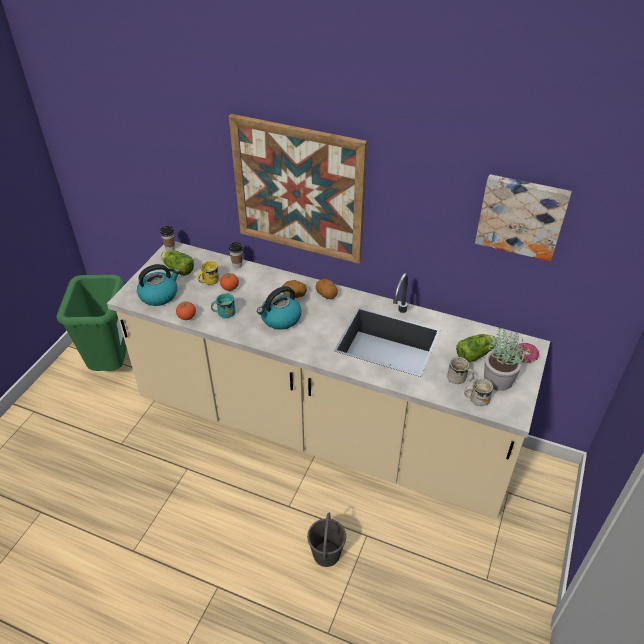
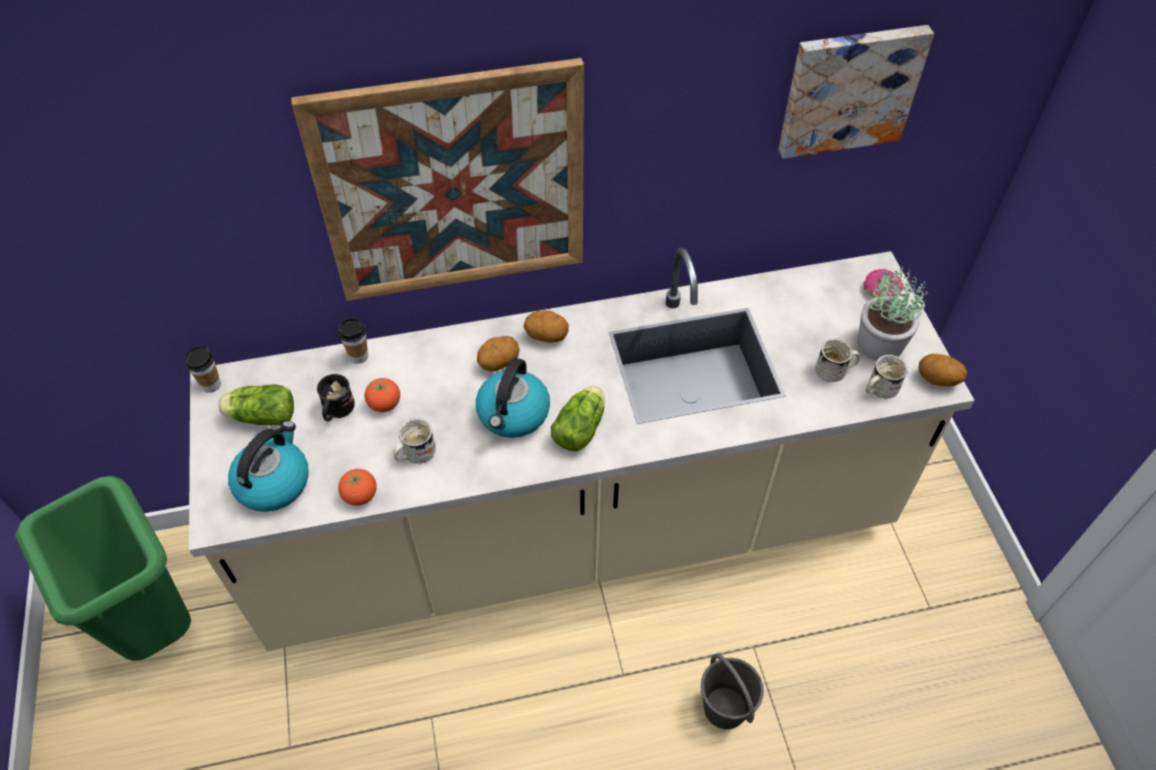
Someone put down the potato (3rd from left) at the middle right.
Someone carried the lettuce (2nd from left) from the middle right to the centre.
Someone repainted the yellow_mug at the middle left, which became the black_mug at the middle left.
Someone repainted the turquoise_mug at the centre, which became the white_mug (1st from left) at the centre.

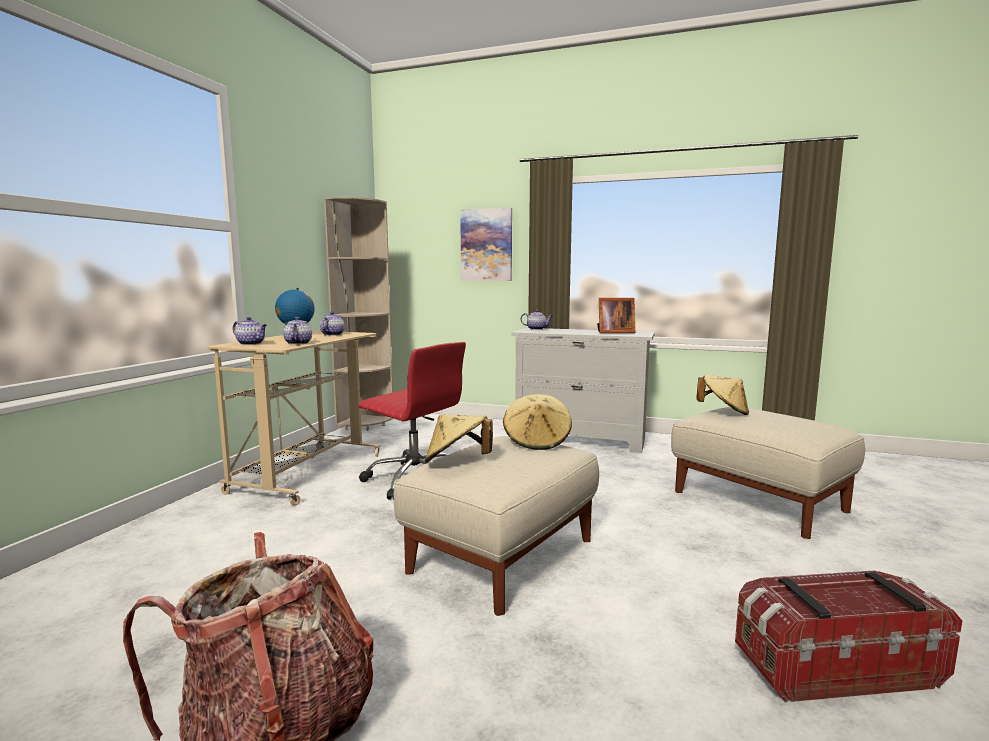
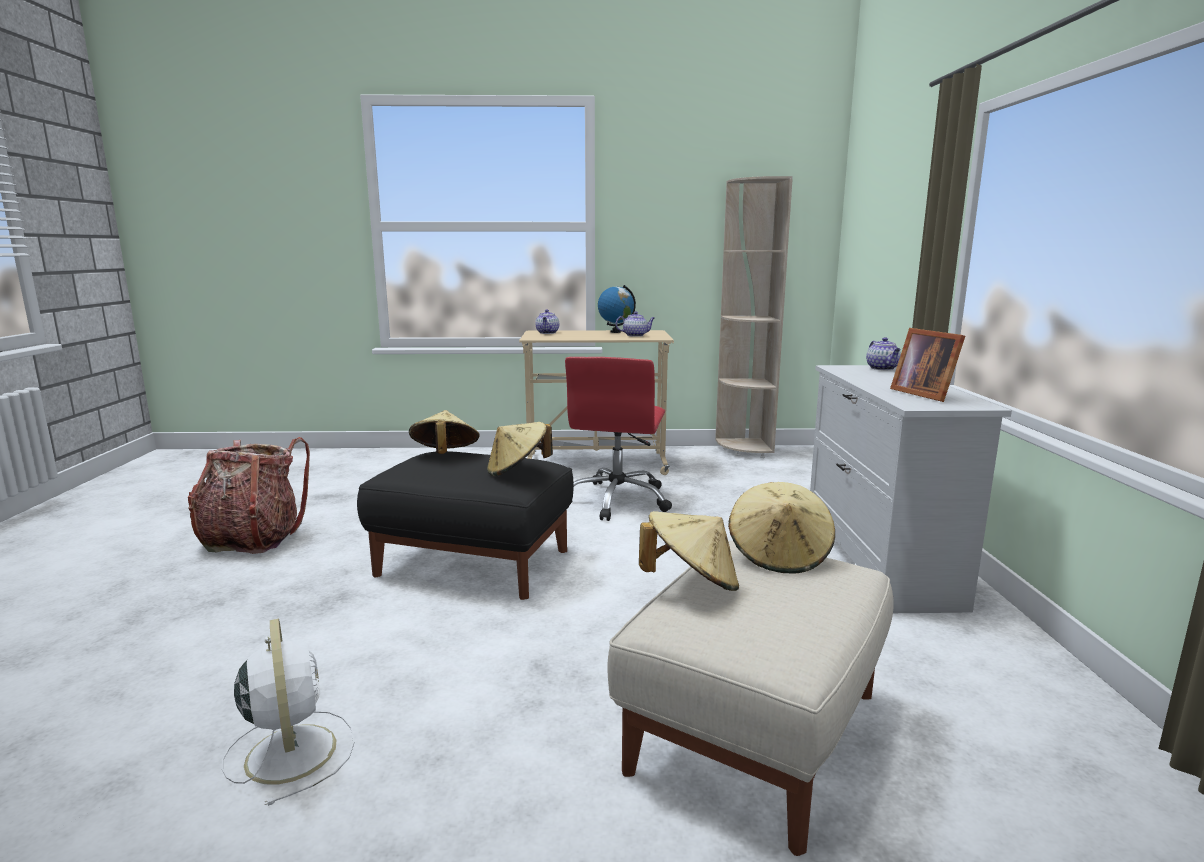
Someone took away the teapot (2nd from left) at the middle left.
Someone took away the picture at the top centre.
Someone put down the beige_hat (3rd from left) at the centre.
Someone swapped the storage_box at the bottom right for the white_fan at the bottom left.
Someone repainted the beige_ottoman (1st from left) at the bottom centre, which became the black_ottoman at the centre.

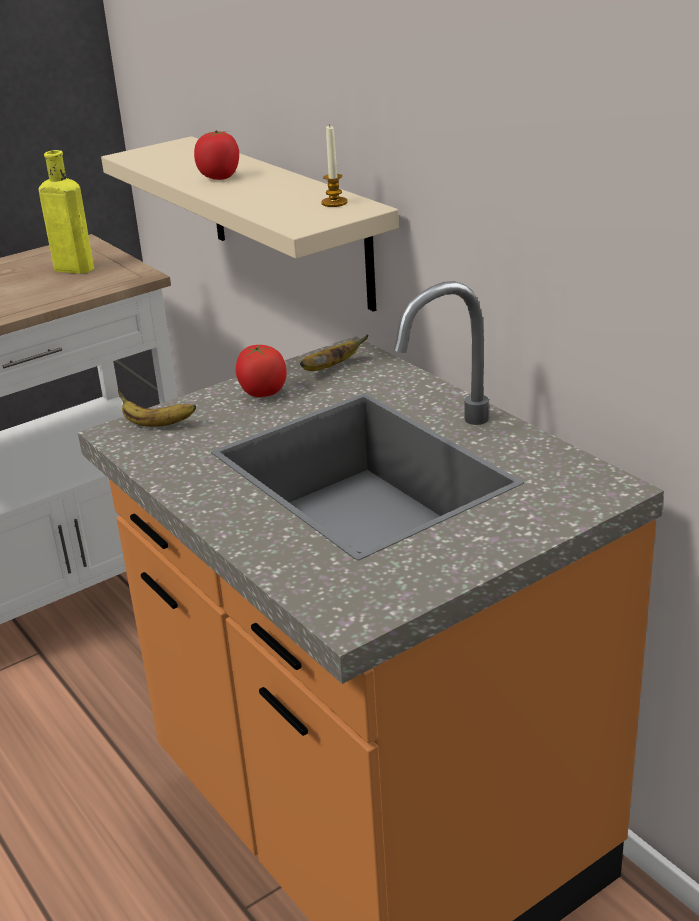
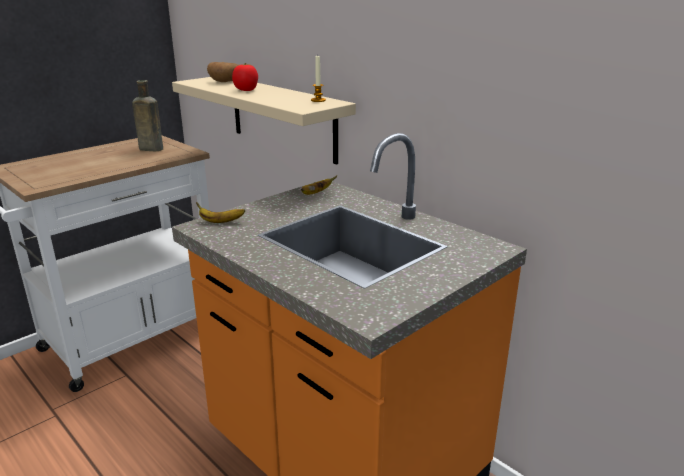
Someone took away the tomato (2nd from left) at the centre.
Someone put down the potato at the top left.
Someone repainted the yellow_bottle at the top left, which became the brown_bottle at the top left.

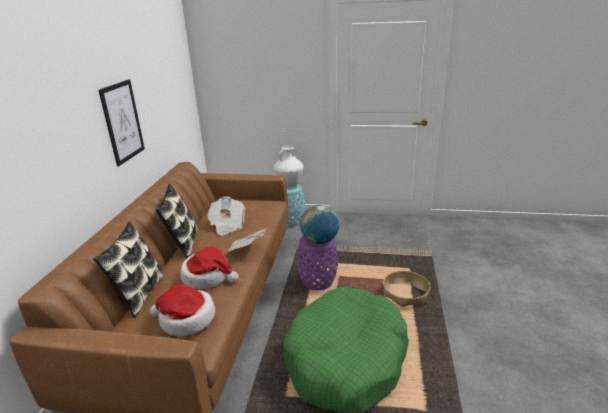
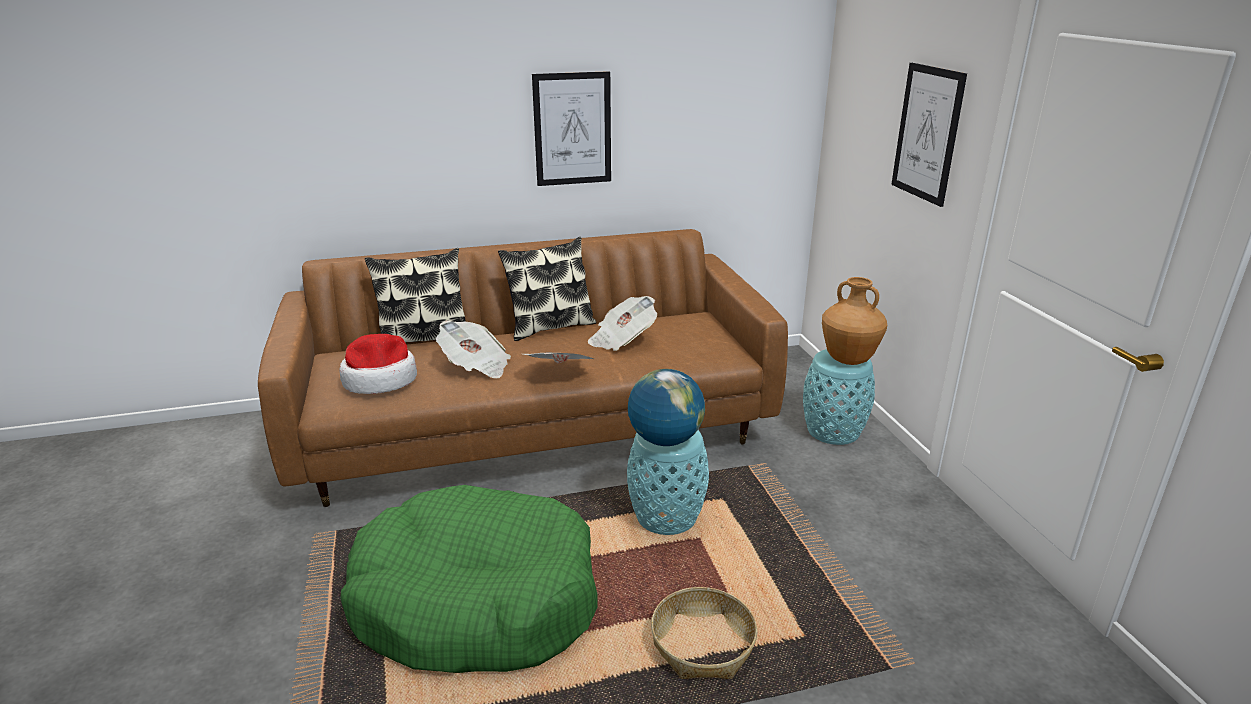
Someone put up the picture (2nd from left) at the top right.
Someone swapped the hat (2nd from left) at the centre for the newspaper (1st from left) at the centre.
Someone repainted the white_vase at the centre, which became the brown_vase at the middle right.
Someone repainted the purple_stool at the centre, which became the turquoise_stool (1st from left) at the bottom centre.

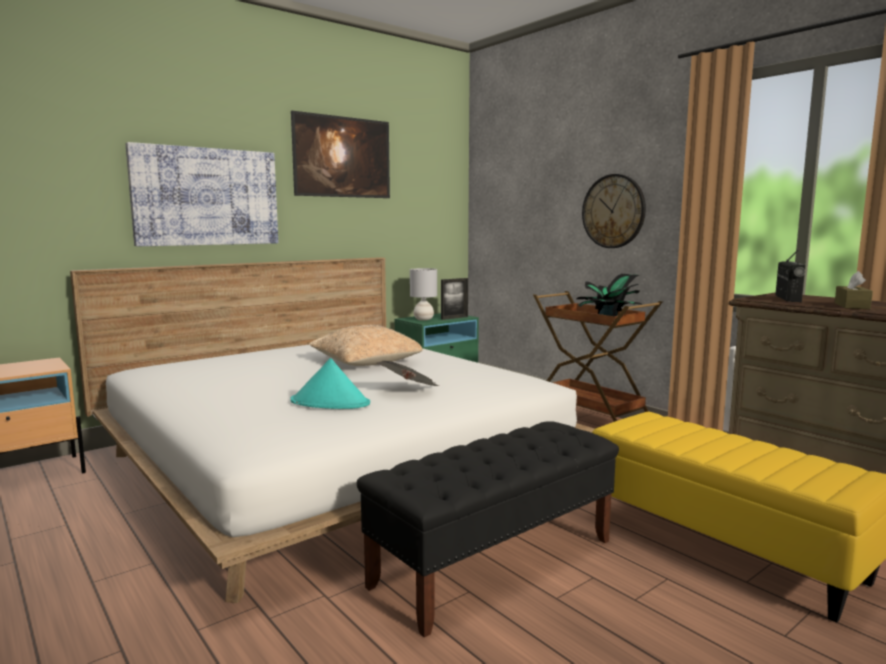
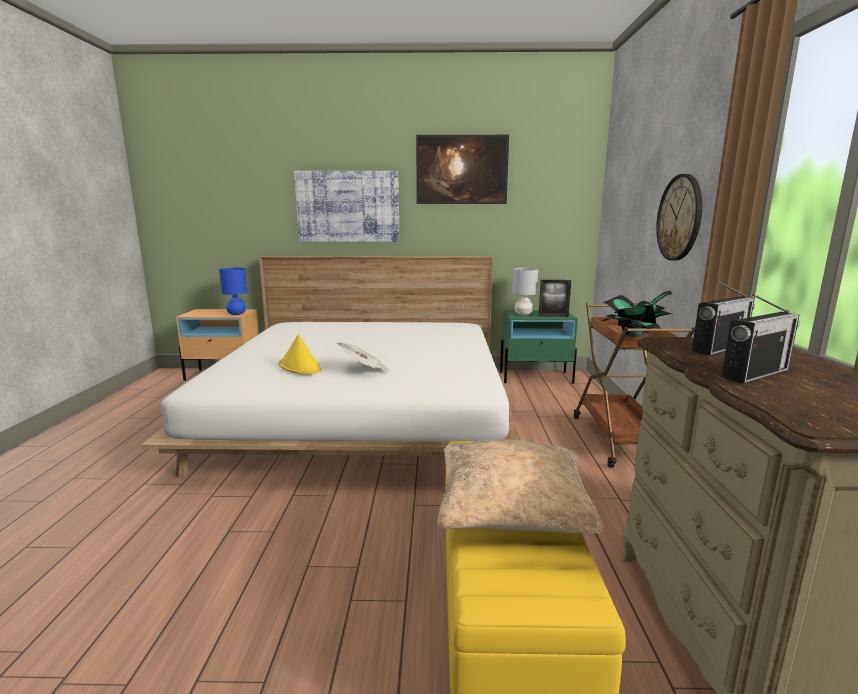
Someone took away the black_bench at the bottom centre.
Someone put down the blue_table_lamp at the middle left.
Someone carried the beige_pillow from the centre to the bottom centre.
Someone swapped the brown_tissue_box at the middle right for the radio (2nd from left) at the middle right.
Someone repainted the turquoise_hat at the centre, which became the yellow_hat at the centre.

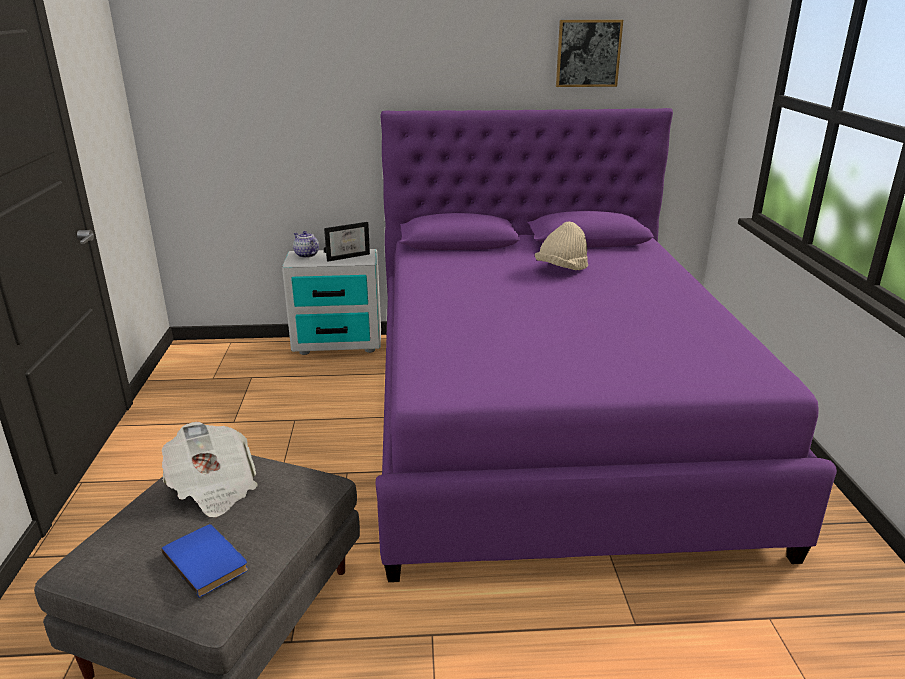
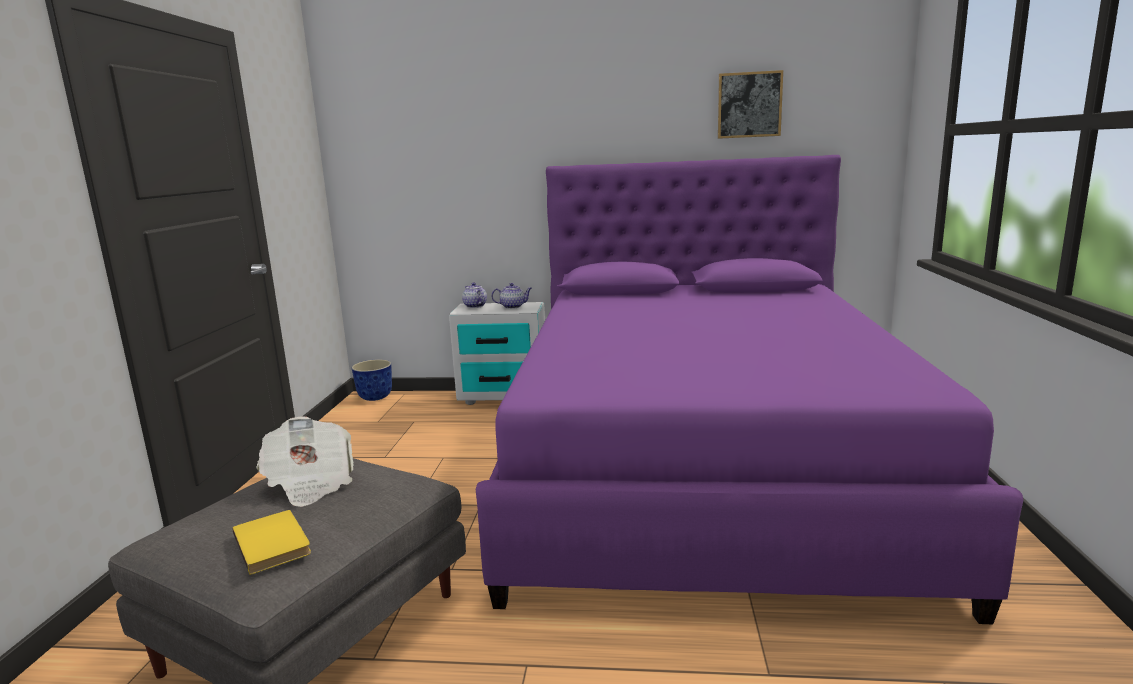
Someone took away the beige_hat at the centre.
Someone put down the planter at the middle left.
Someone swapped the picture_frame at the centre for the teapot (2nd from left) at the centre.
Someone repainted the blue_book at the bottom left, which became the yellow_book at the bottom left.

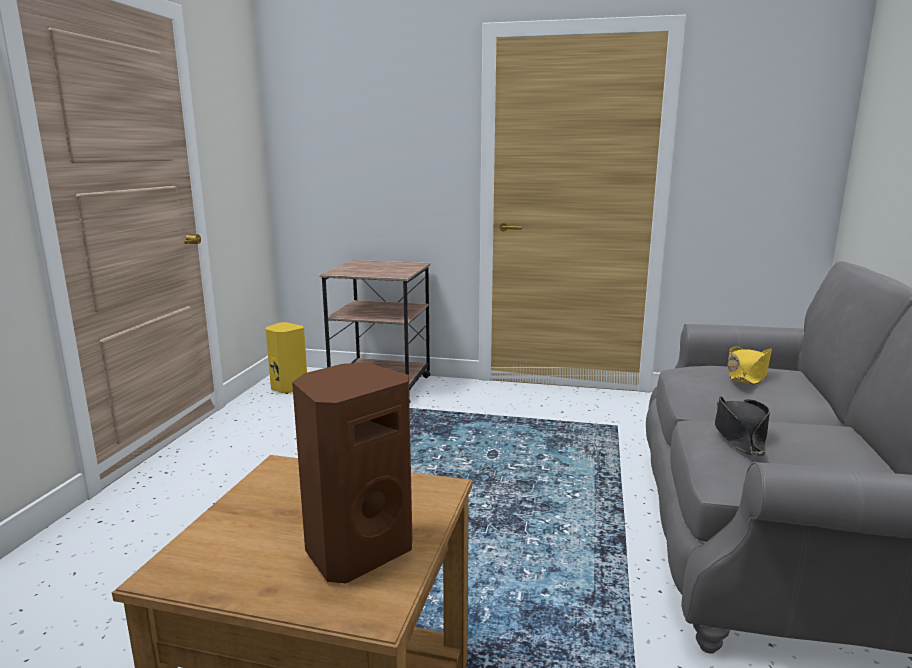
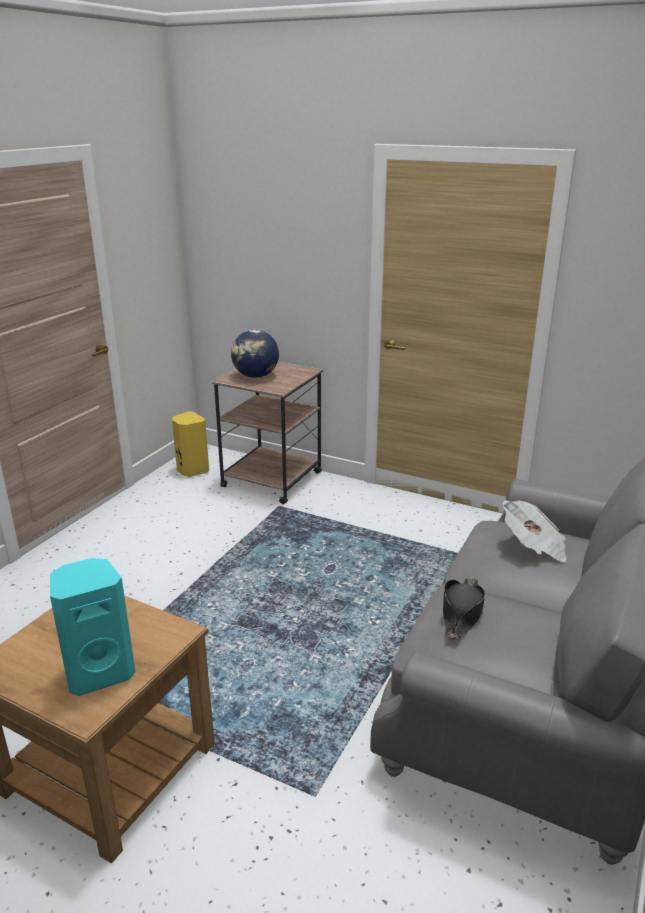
Someone put down the globe at the centre.
Someone swapped the yellow_hat at the middle right for the newspaper at the middle right.
Someone repainted the brown_speaker at the bottom centre, which became the turquoise_speaker at the bottom left.

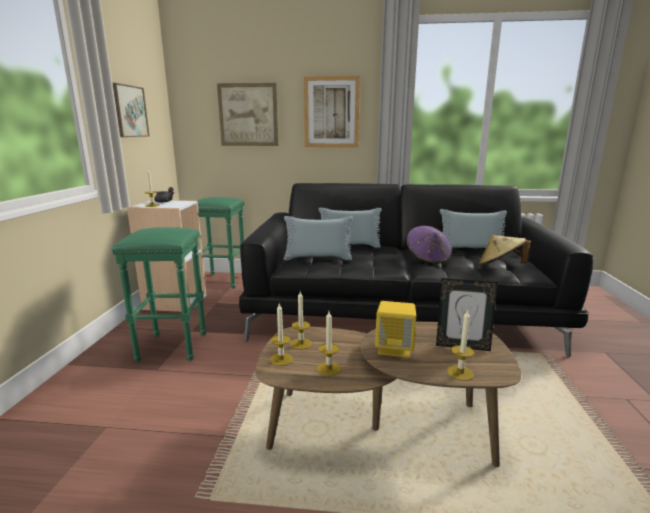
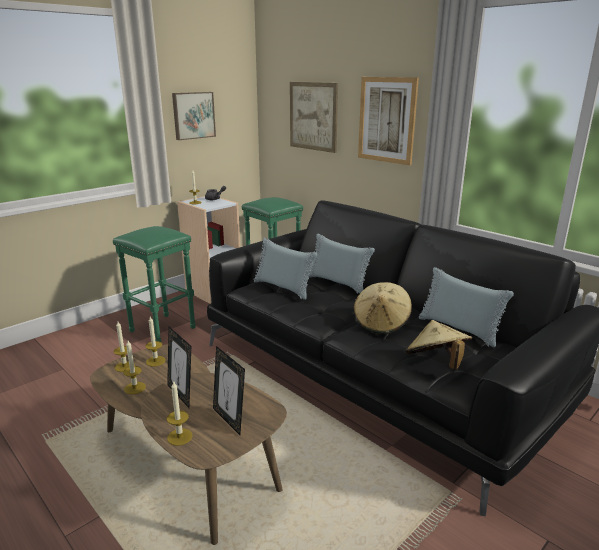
Someone swapped the yellow_speaker at the centre for the picture_frame (1st from left) at the bottom left.
Someone repainted the purple_hat at the centre, which became the beige_hat (1st from left) at the centre.

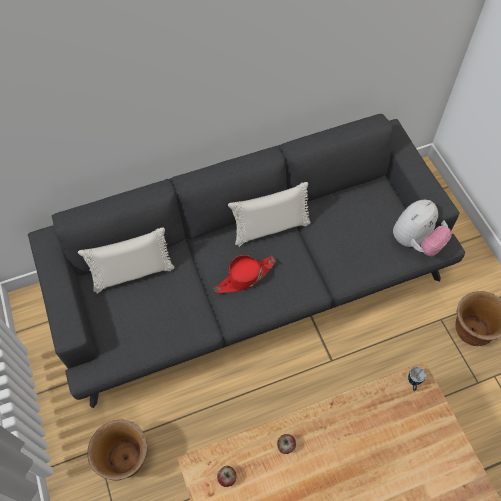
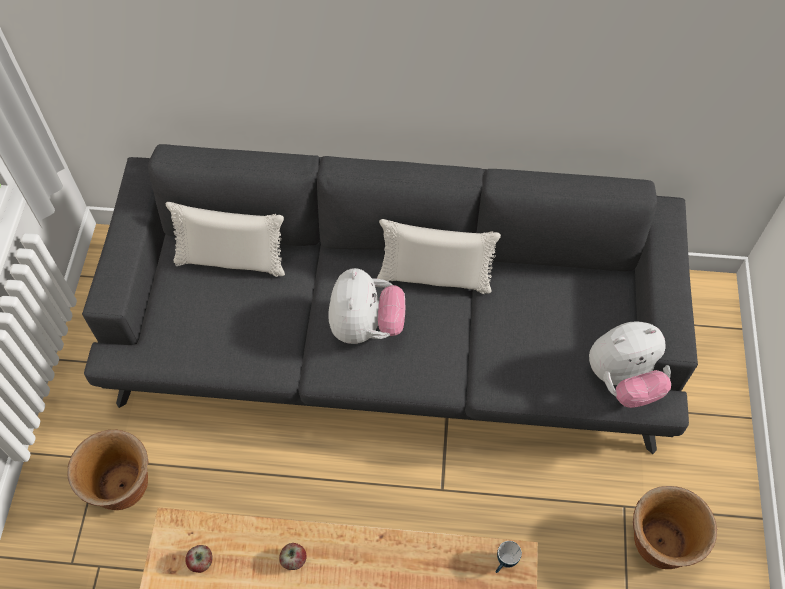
Someone swapped the red_hat at the centre for the plush_toy (1st from left) at the centre.

